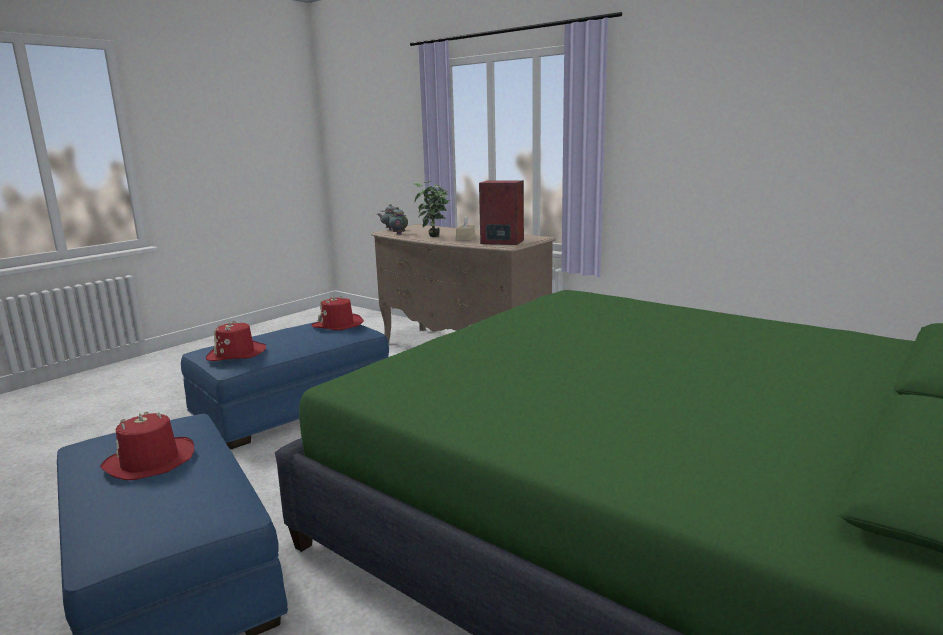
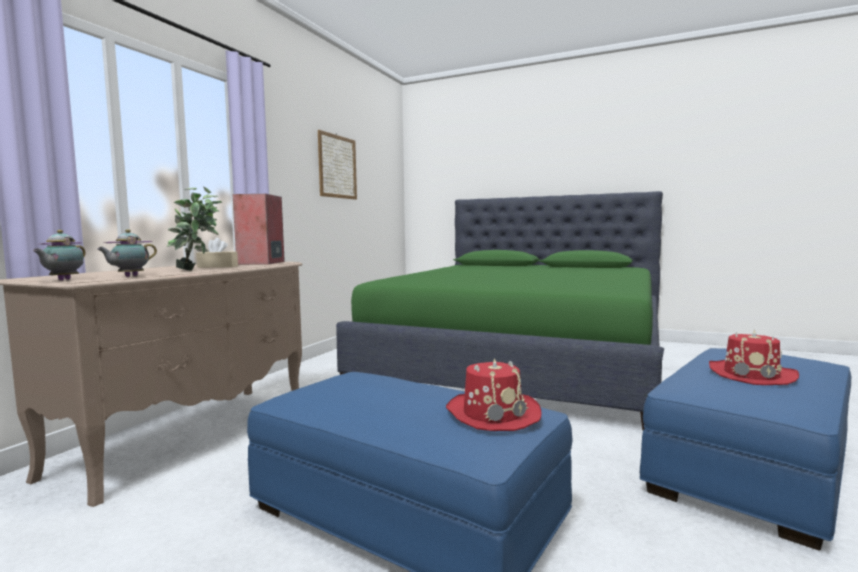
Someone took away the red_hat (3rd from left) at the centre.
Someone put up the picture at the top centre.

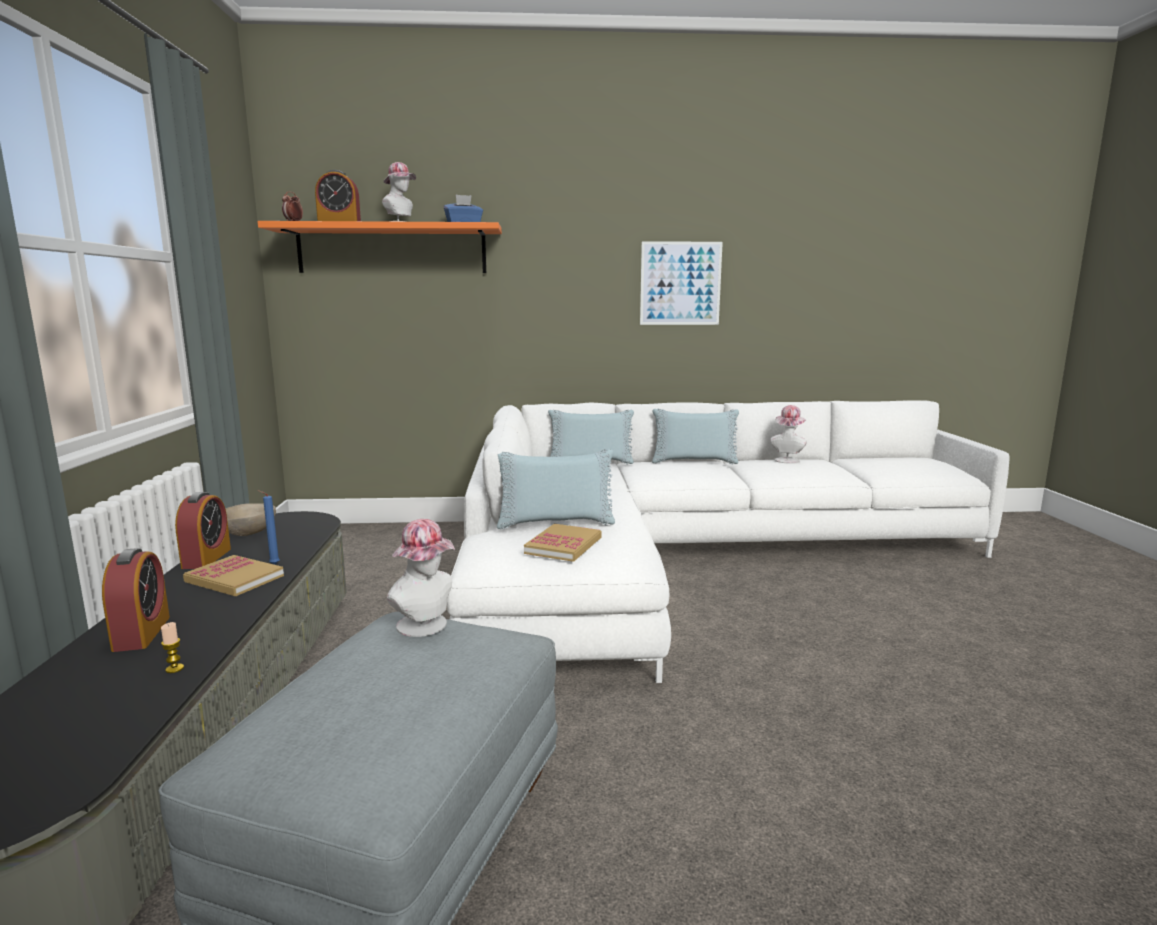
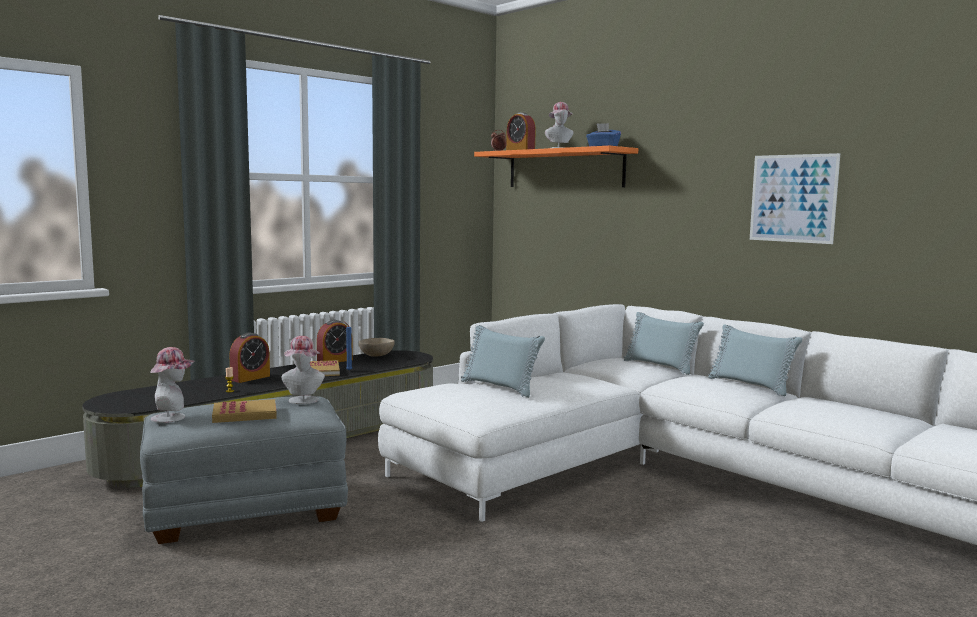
Someone carried the book (2nd from left in the first image) from the centre to the middle left.
Someone carried the hat (3rd from left in the first image) from the middle right to the middle left.

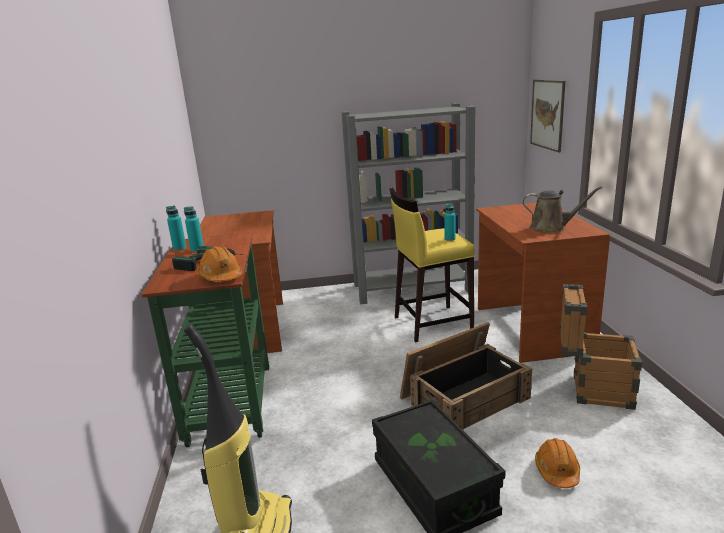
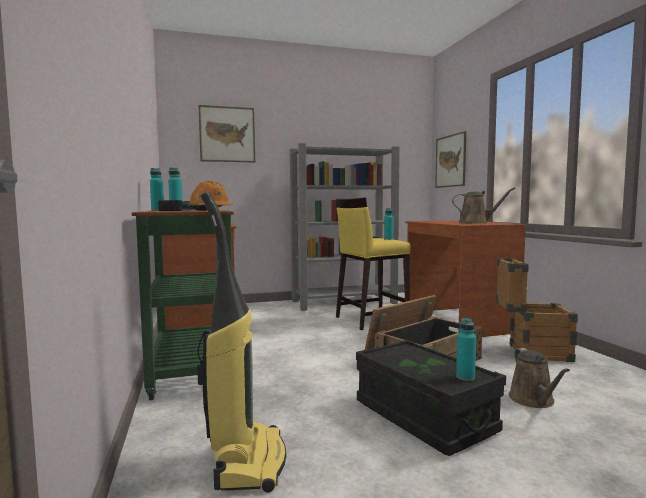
Someone put up the picture (1st from left) at the top centre.
Someone put down the turquoise_bottle (4th from left) at the bottom right.
Someone swapped the orange_hard_hat (2nd from left) at the bottom right for the brown_watering_can (2nd from left) at the bottom right.

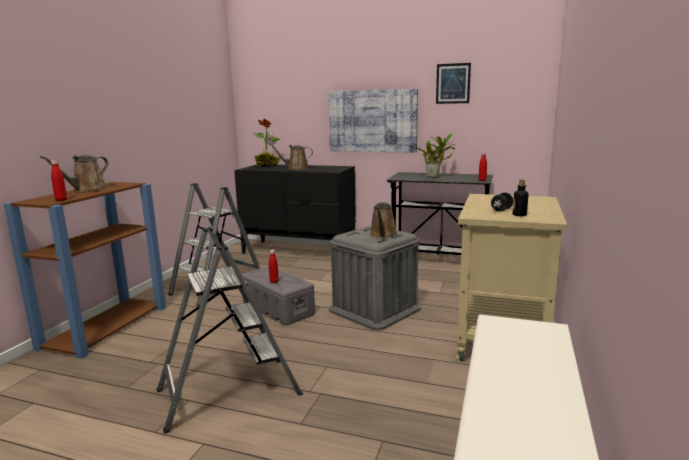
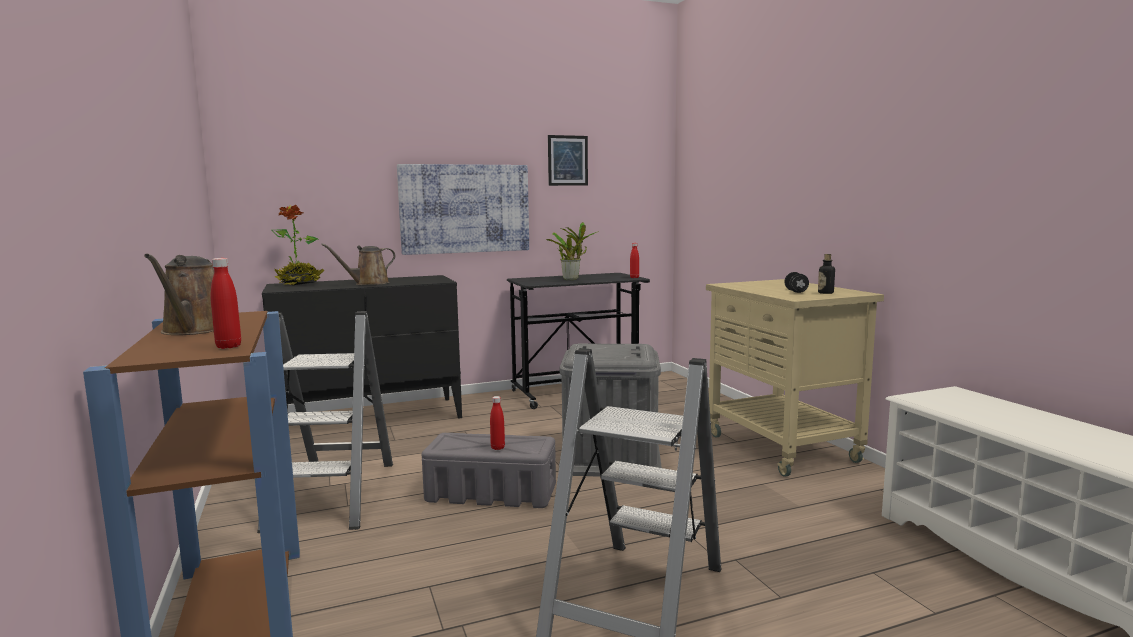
Someone took away the brown_watering_can (3rd from left) at the centre.

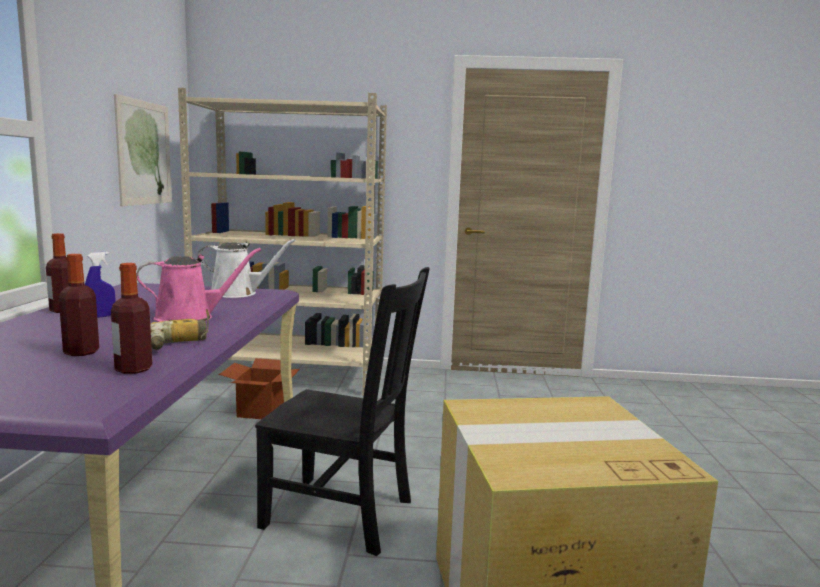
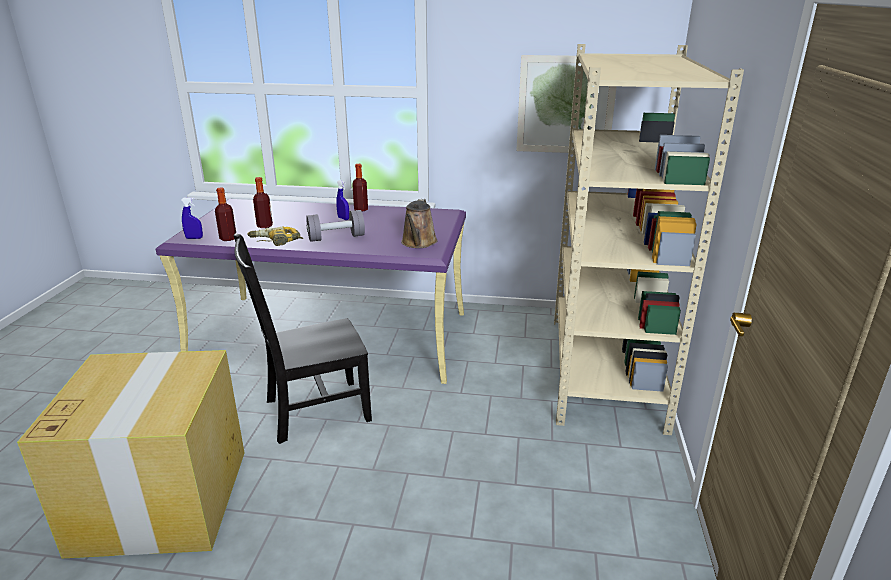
Someone took away the cardboard_box (1st from left) at the middle left.
Someone put down the blue_spray_bottle (1st from left) at the middle left.
Someone swapped the pink_watering_can at the middle left for the grey_dumbbell at the centre.
Someone repainted the white_watering_can at the middle left, which became the brown_watering_can at the centre.
Someone rotated the black_chair at the bottom centre by 45 degrees clockwise.

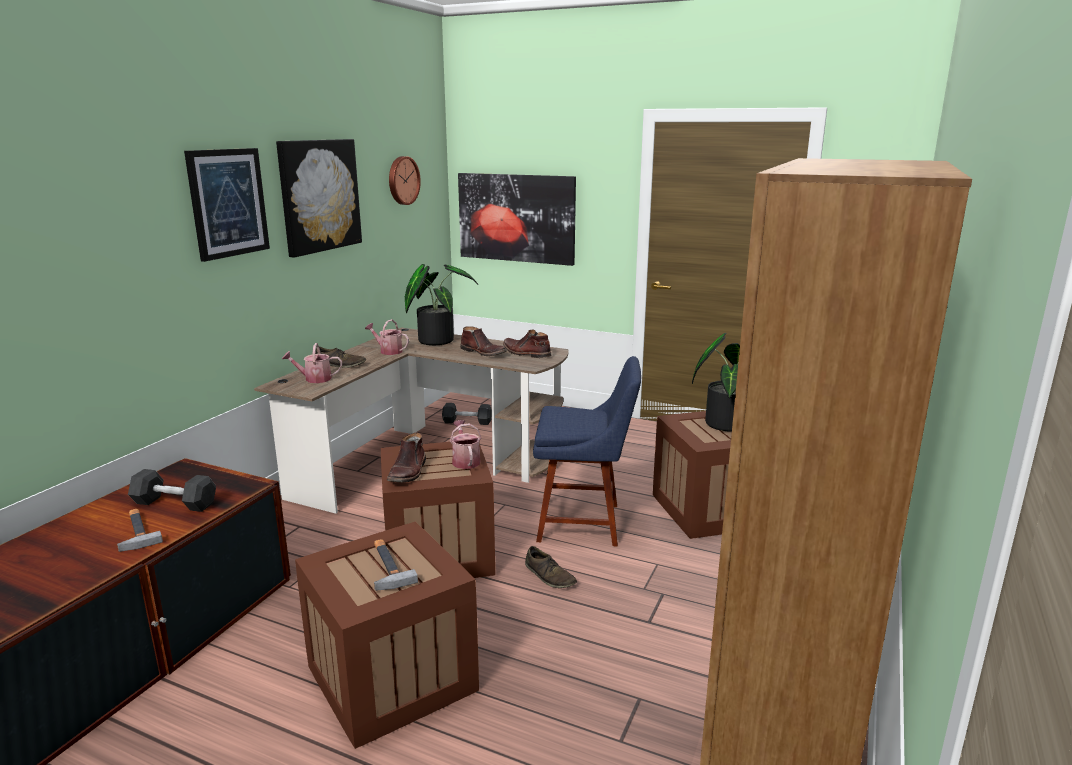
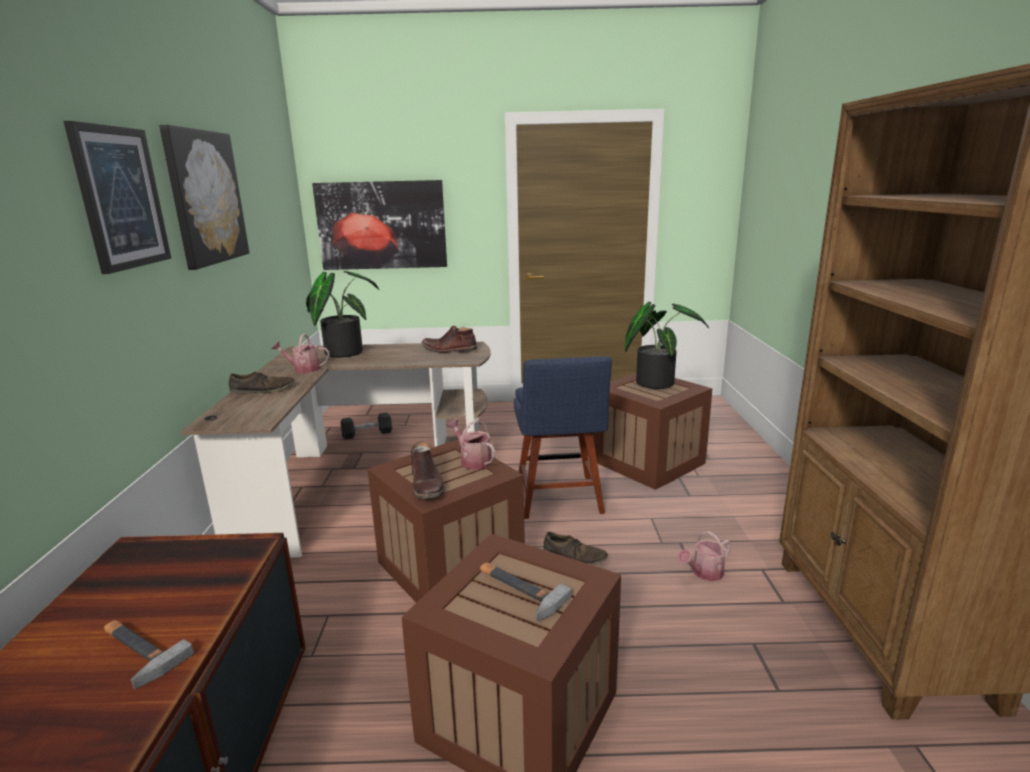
Someone took away the black_dumbbell (1st from left) at the middle left.
Someone took away the wall_clock at the top centre.
Someone took away the brown_boot (2nd from left) at the centre.
Someone carried the watering_can (1st from left in the first image) from the middle left to the bottom right.
Someone rotated the blue_chair at the centre by 105 degrees clockwise.

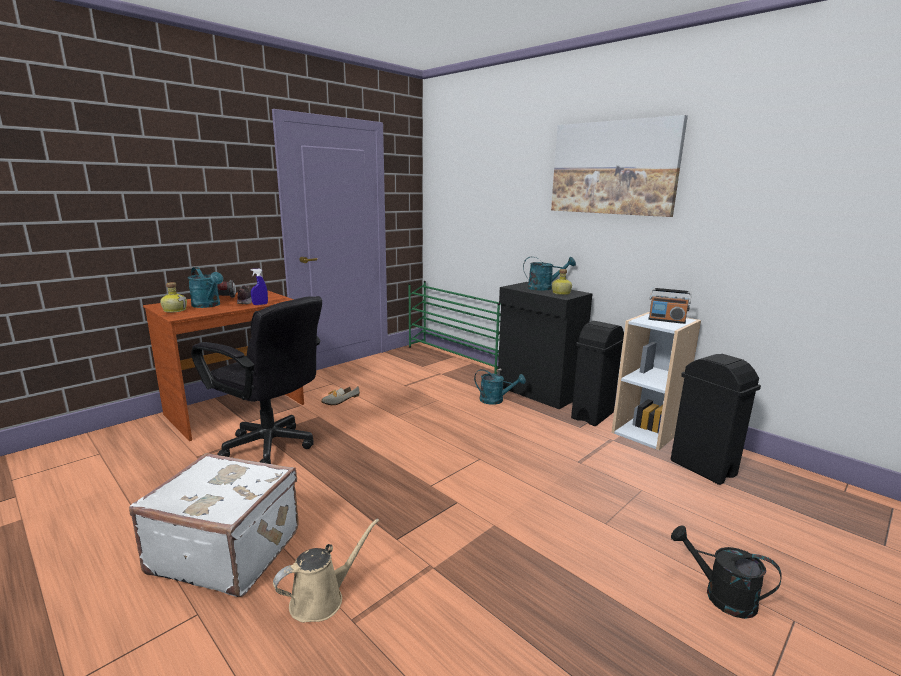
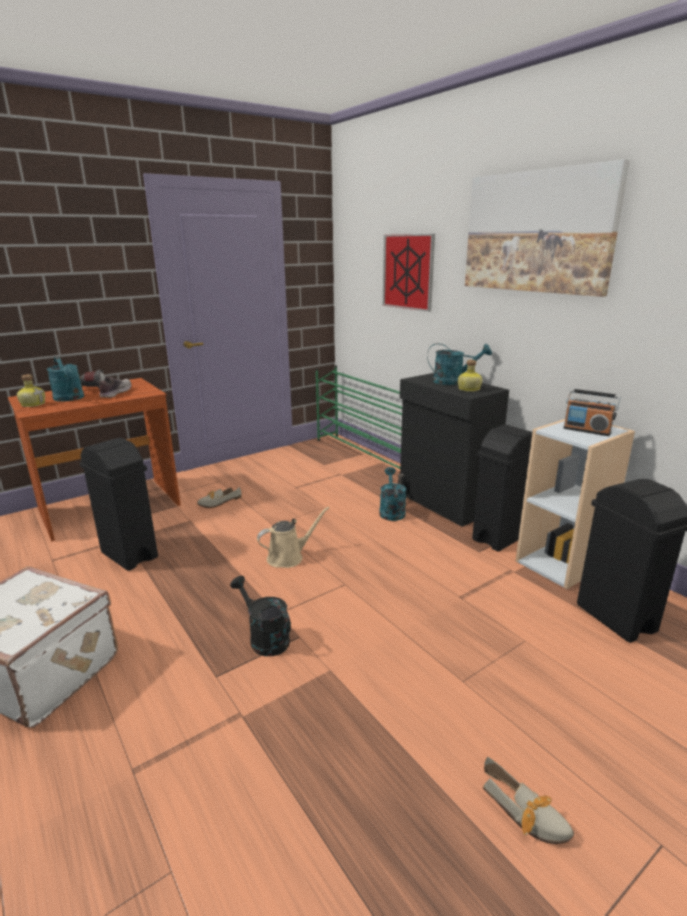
Someone took away the blue_spray_bottle at the middle left.
Someone put up the picture (1st from left) at the top centre.
Someone put down the shoe (3rd from left) at the bottom right.
Someone carried the beige_watering_can from the bottom centre to the centre.
Someone carried the black_watering_can from the bottom right to the bottom centre.
Someone swapped the black_office_chair at the middle left for the black_trash_can (1st from left) at the middle left.
Someone rotated the turquoise_watering_can (2nd from left) at the centre by 120 degrees counterclockwise.

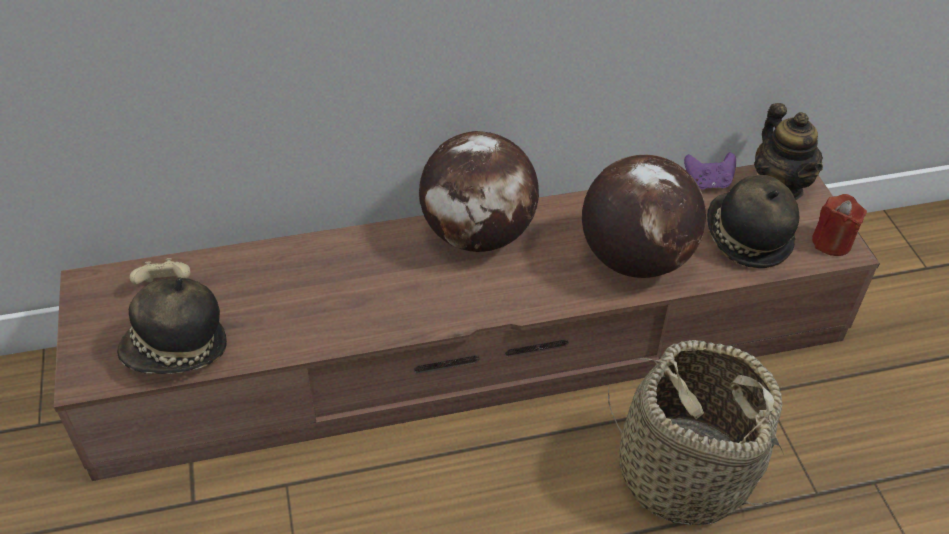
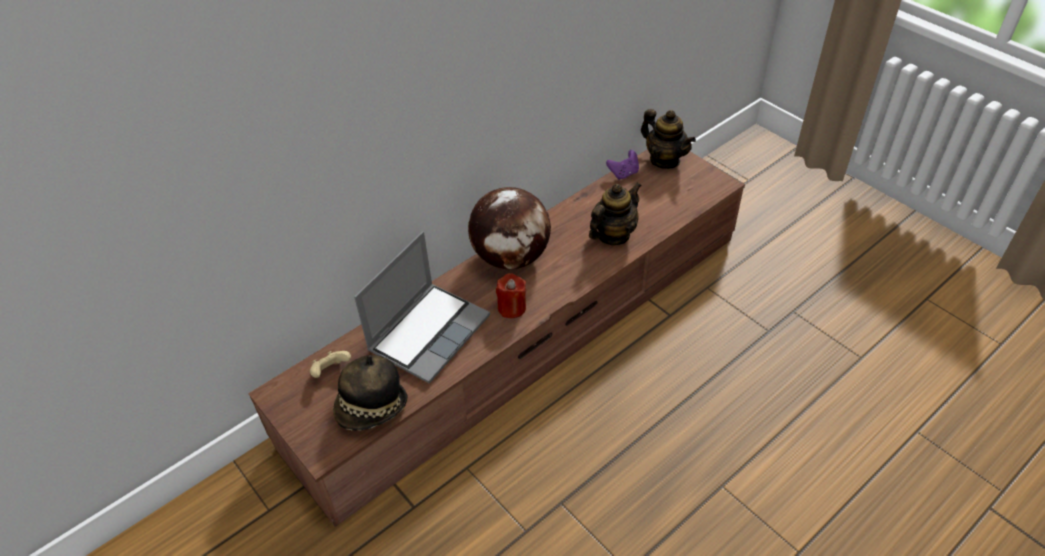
Someone took away the basket at the bottom right.
Someone took away the hat (2nd from left) at the middle right.
Someone put down the laptop at the centre.
Someone carried the red_candle from the middle right to the centre.
Someone swapped the globe (2nd from left) at the middle right for the teapot (1st from left) at the centre.

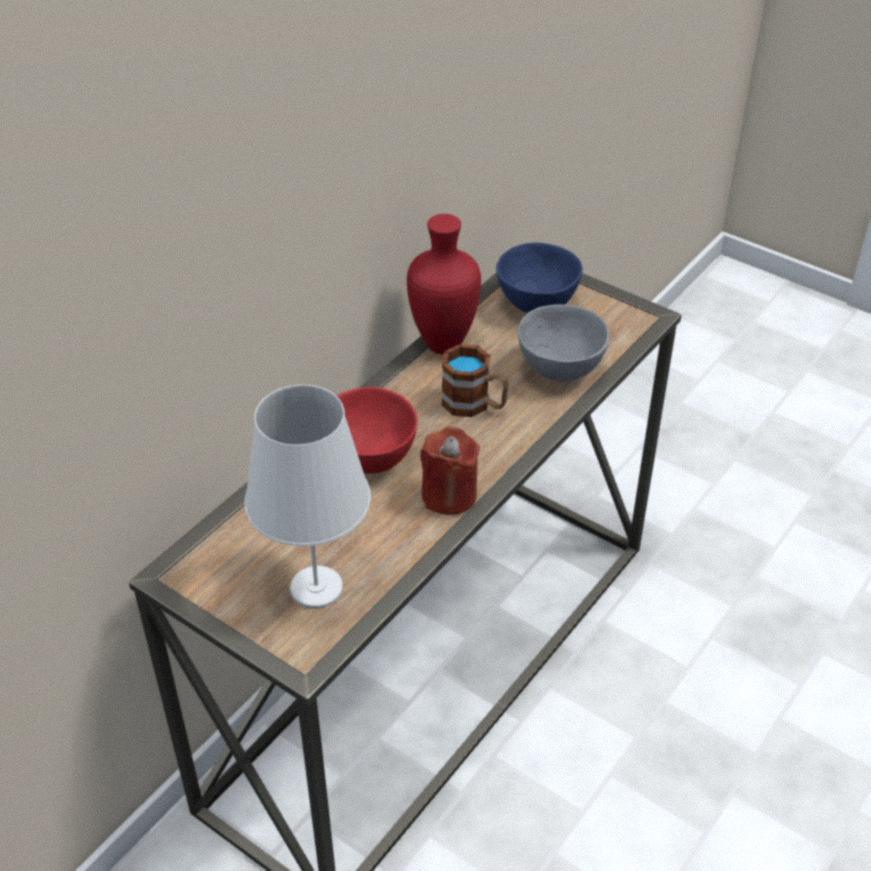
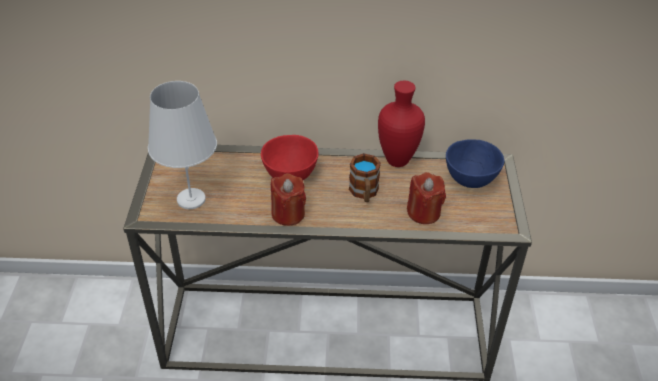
Someone swapped the grey_bowl at the centre for the red_candle (2nd from left) at the centre.

